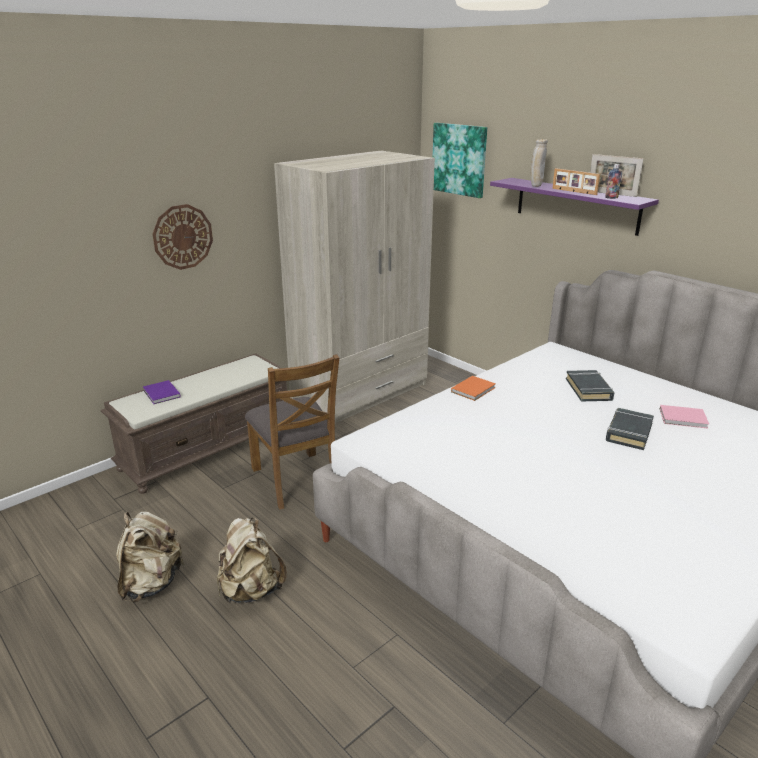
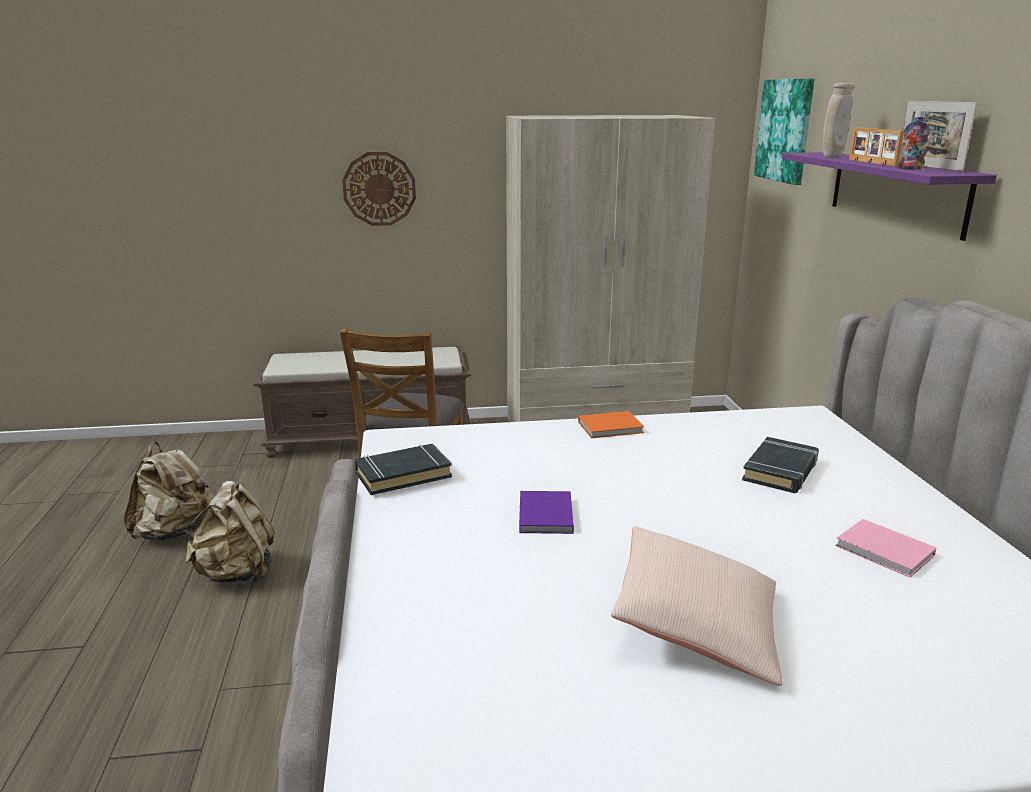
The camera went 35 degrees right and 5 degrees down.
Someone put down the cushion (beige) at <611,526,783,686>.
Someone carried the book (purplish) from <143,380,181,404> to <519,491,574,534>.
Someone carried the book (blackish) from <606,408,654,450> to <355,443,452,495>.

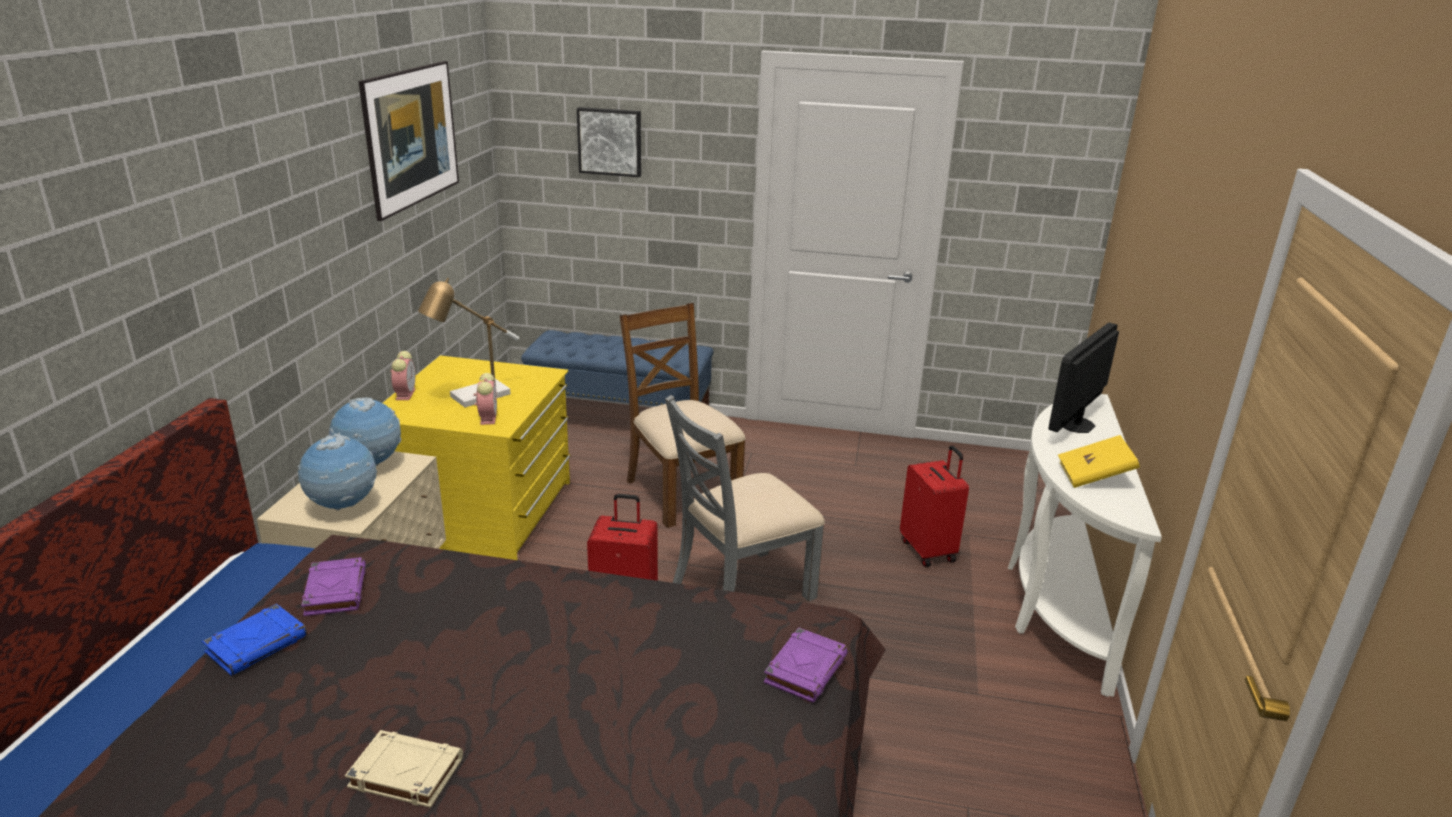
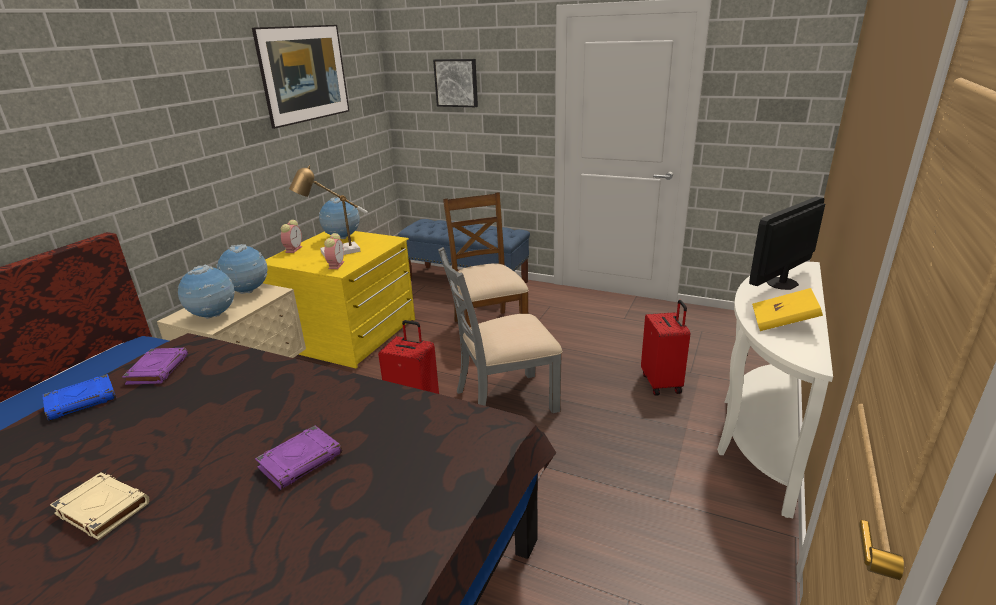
The camera went 15 degrees right and 0 degrees up.
Someone put down the desk globe at <319,197,360,239>.
Someone carried the book (purplish) from <764,627,848,702> to <255,426,342,489>.

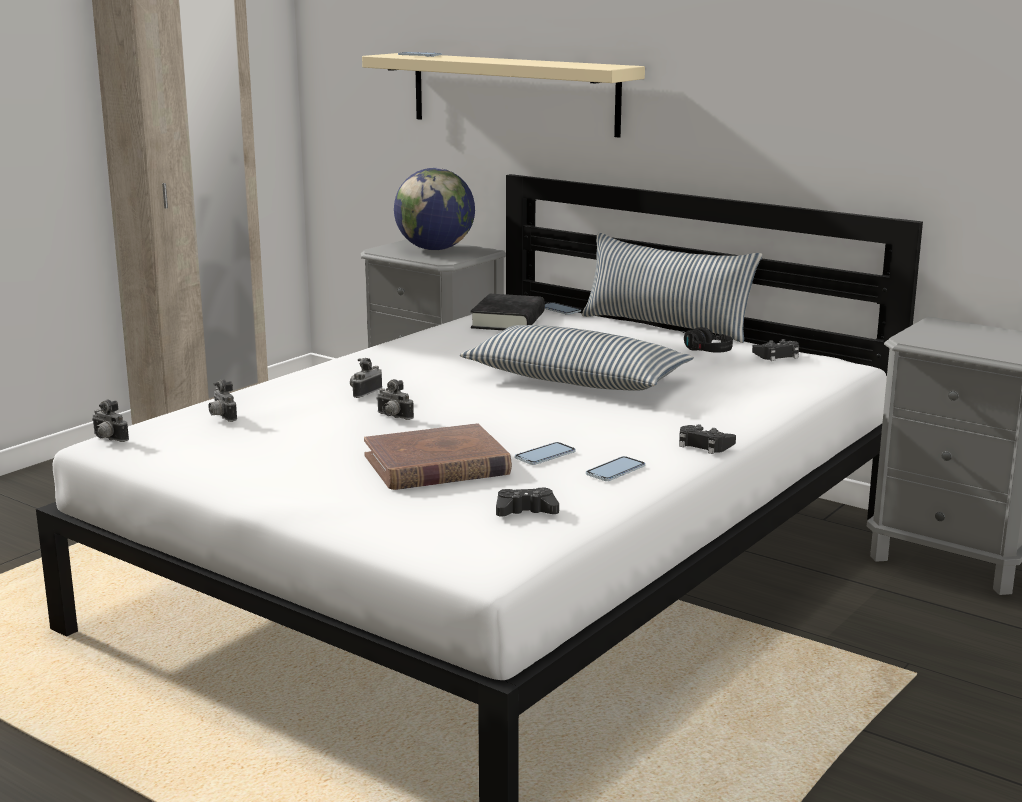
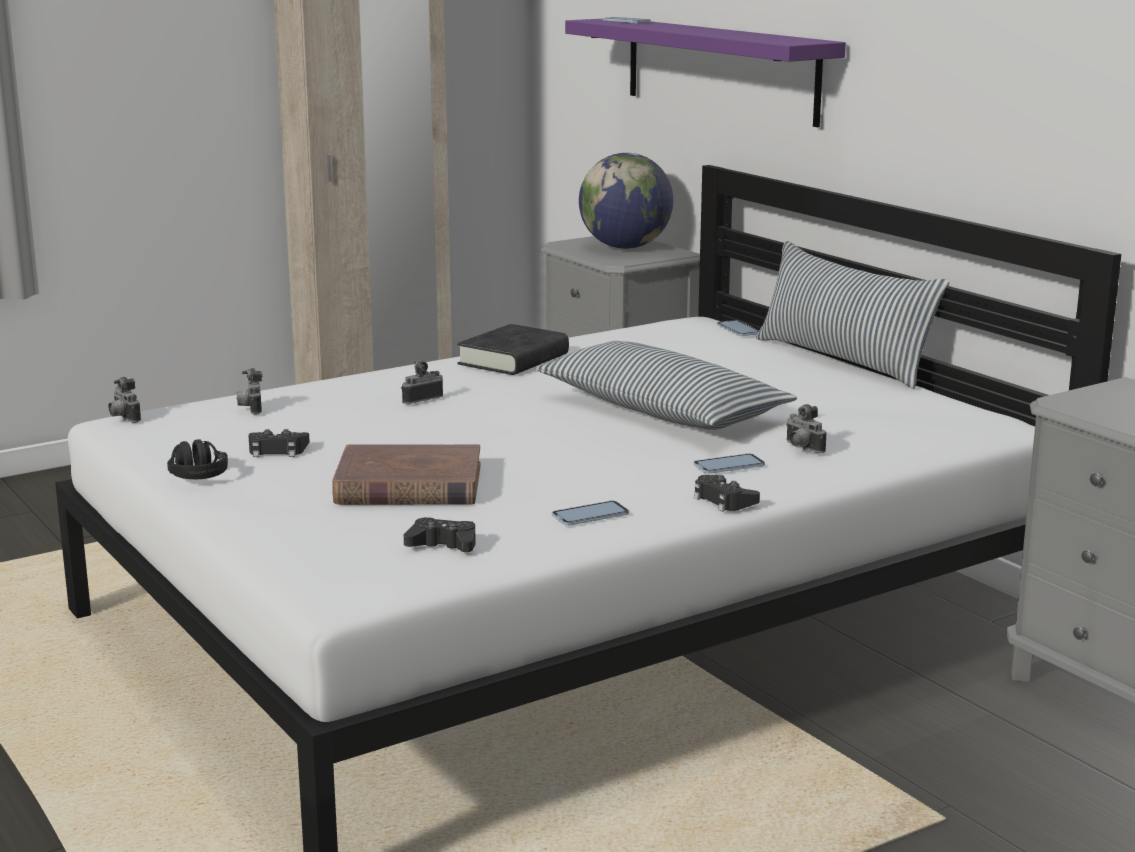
The camera went 20 degrees right and 0 degrees up.
Someone carried the still camera from <376,379,414,420> to <786,404,827,453>.
Someone carried the book (blackish) from <470,294,545,330> to <457,324,569,375>.
Someone carried the telephone from <515,442,575,465> to <693,454,765,474>.
Someone carried the pair of headphones (blackish) from <682,327,733,352> to <167,439,228,479>.
Someone carried the gamepad (blackish) from <752,339,799,361> to <249,429,310,457>.
Someone repainted the wall shelf (beige) at <362,53,645,137>, which became the wall shelf (purplish) at <565,19,846,127>.

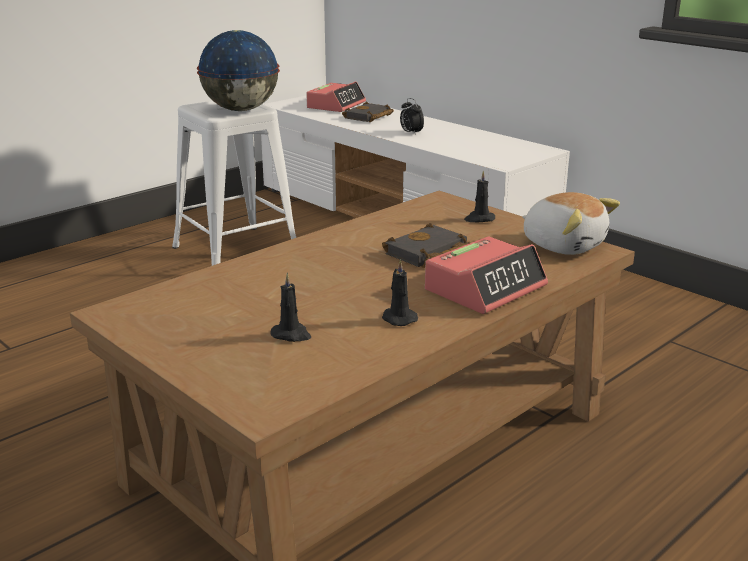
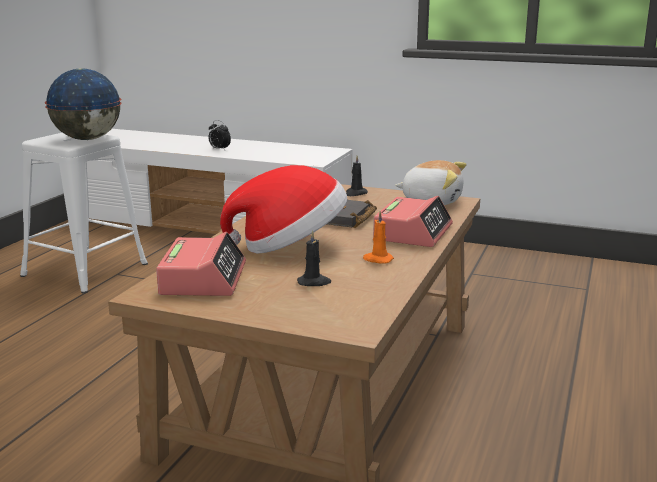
The camera went 25 degrees left and 5 degrees down.
Someone took away the book (blackish) at <342,101,394,122>.
Someone put down the clothing hat at <220,165,347,254>.
Someone carried the alarm clock from <306,81,366,112> to <156,232,246,296>.
Someone repainted the wax candle (blackish) at <382,259,418,326>, which became the wax candle (orange-coloured) at <363,211,394,264>.

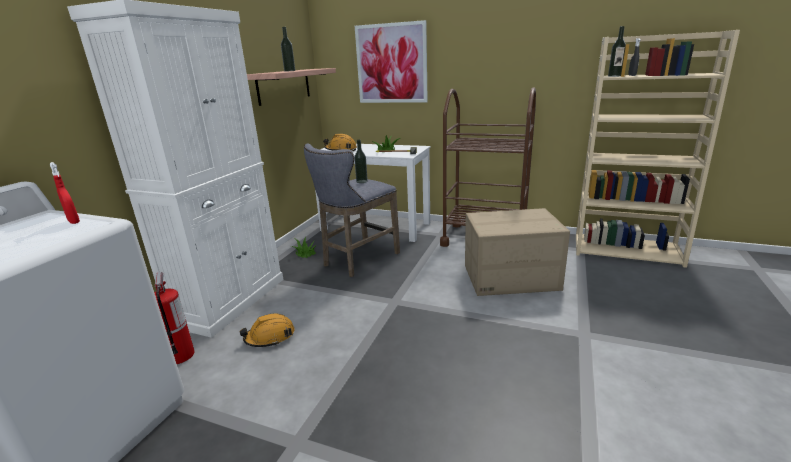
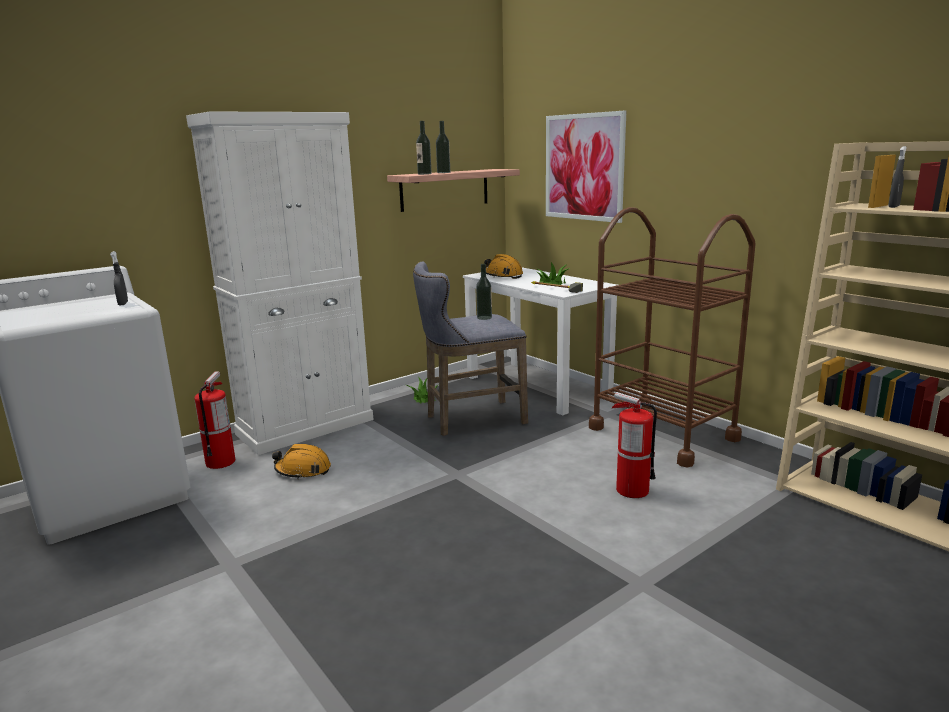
The camera went 30 degrees right and 5 degrees down.
Someone carried the drink bottle from <608,26,626,77> to <416,121,432,175>.
Someone swapped the packing box at <465,208,570,296> for the extinguisher at <611,392,657,498>.
Someone repainted the hand sprayer (reddish) at <50,162,80,224>, which became the hand sprayer (greyish) at <110,251,128,305>.

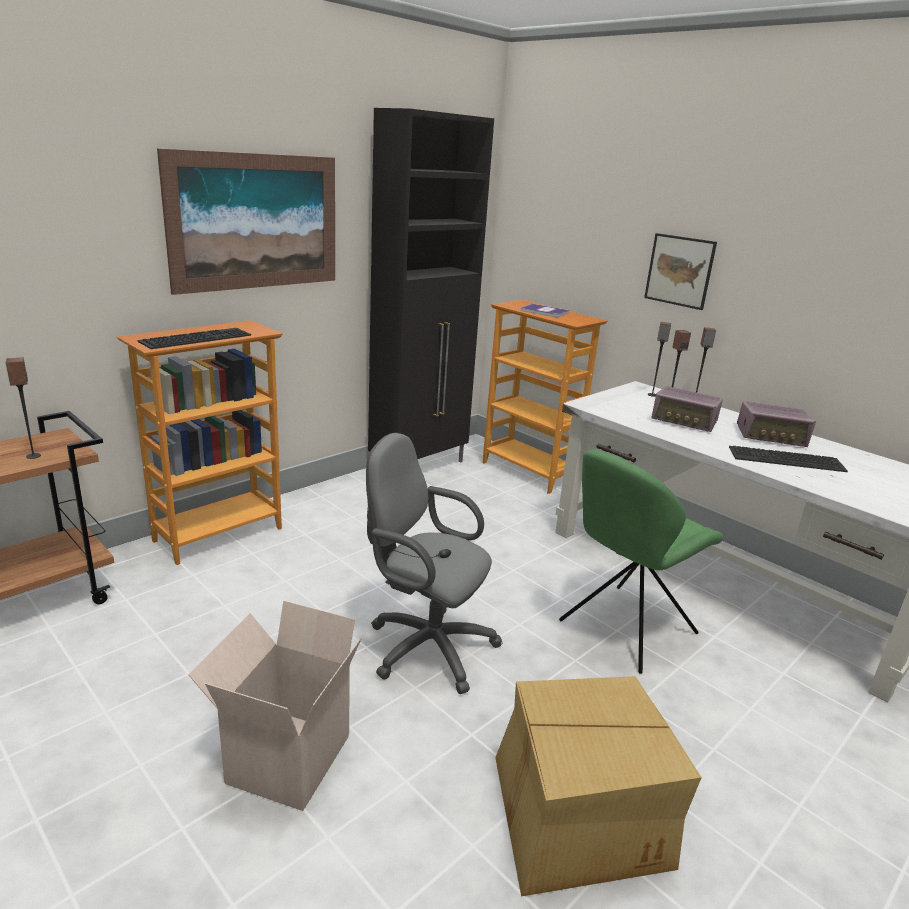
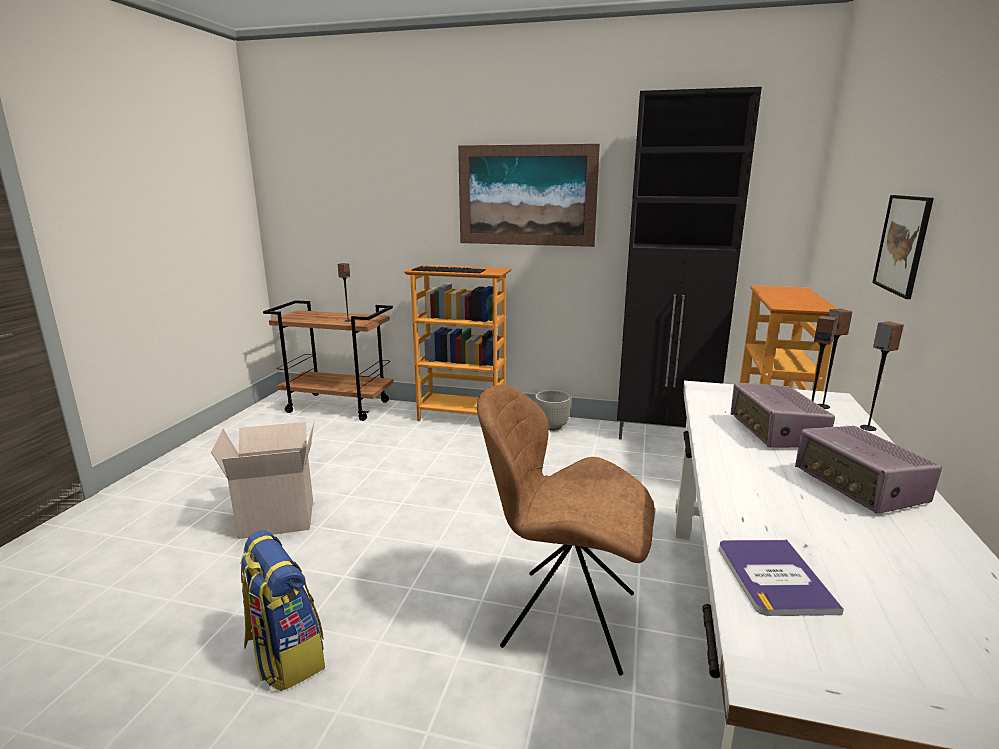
The camera went 60 degrees right and 5 degrees down.
Someone took away the computer chair (greyish) at <366,433,502,694>.
Someone took away the PC keyboard at <729,446,848,472>.
Someone put down the plant pot (greyish) at <535,390,571,431>.
Someone carried the book from <521,304,570,317> to <719,540,844,616>.
Someone swapped the packing box at <495,676,702,897> for the knapsack at <240,530,325,691>.
Someone repainted the chair (greenish) at <559,449,723,674>, which became the chair (brownish) at <477,384,655,676>.

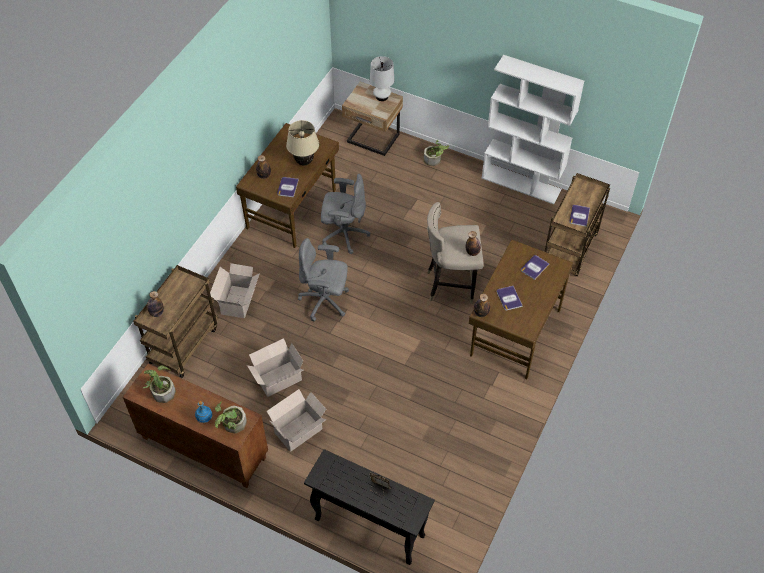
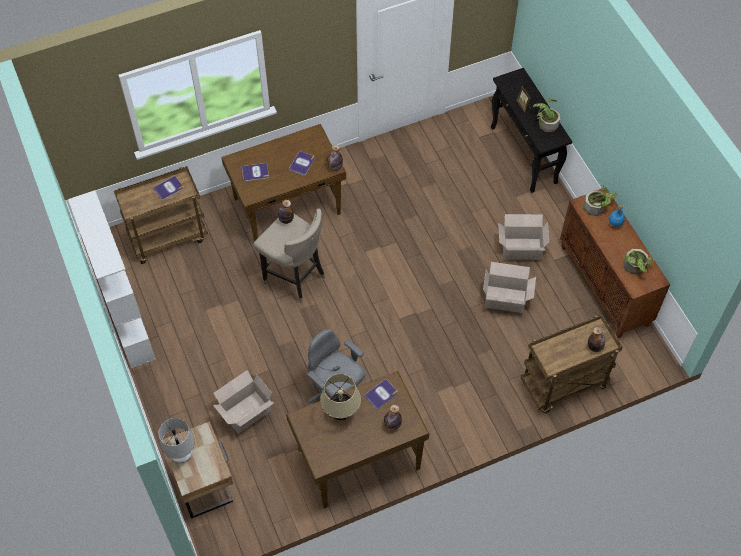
The camera went 140 degrees left and 5 degrees up.
Someone took away the computer chair (greyish) at <298,238,349,322>.
Someone carried the packing box from <210,263,260,318> to <213,370,274,434>.
Someone carried the potted plant from <424,140,449,166> to <533,98,560,132>.

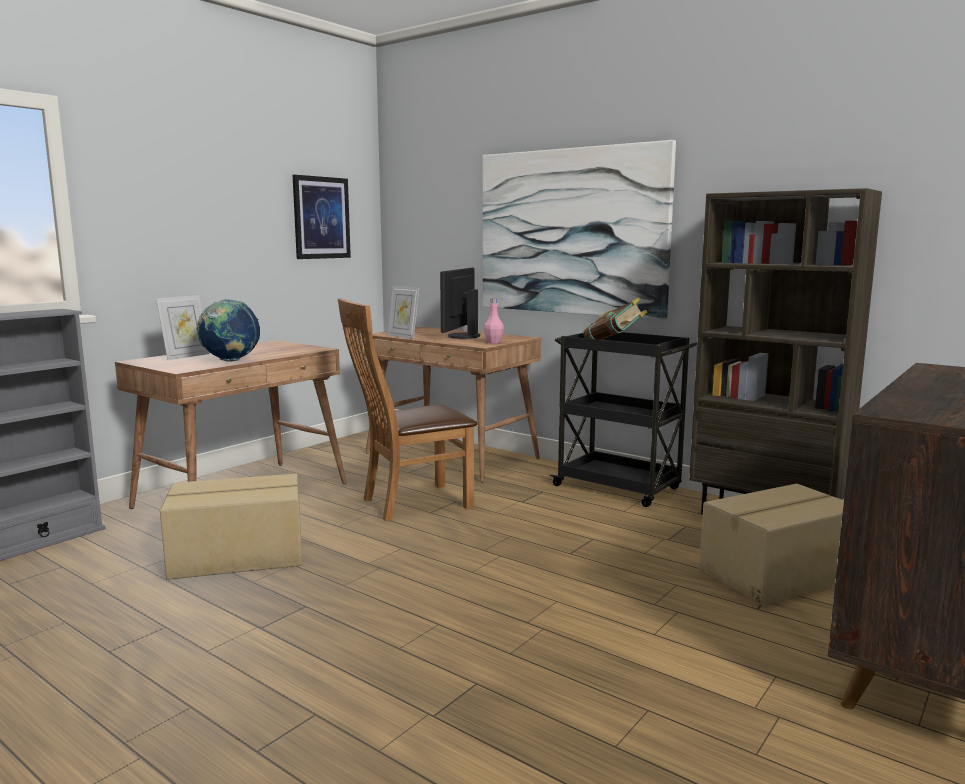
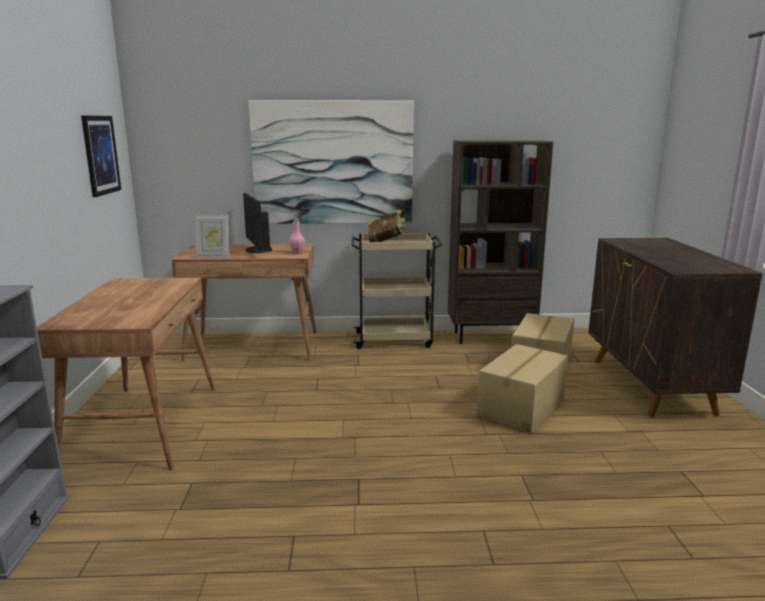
The camera went 40 degrees left and 5 degrees up.
Someone took away the picture frame at <156,295,210,360>.
Someone took away the desk globe at <196,299,260,362>.
Someone took away the chair (brownish) at <338,298,477,521>.
Someone carried the packing box from <160,474,302,580> to <477,344,568,433>.
Someone repainted the cart (blackish) at <550,332,697,507>, which became the cart (beige) at <352,233,442,349>.

